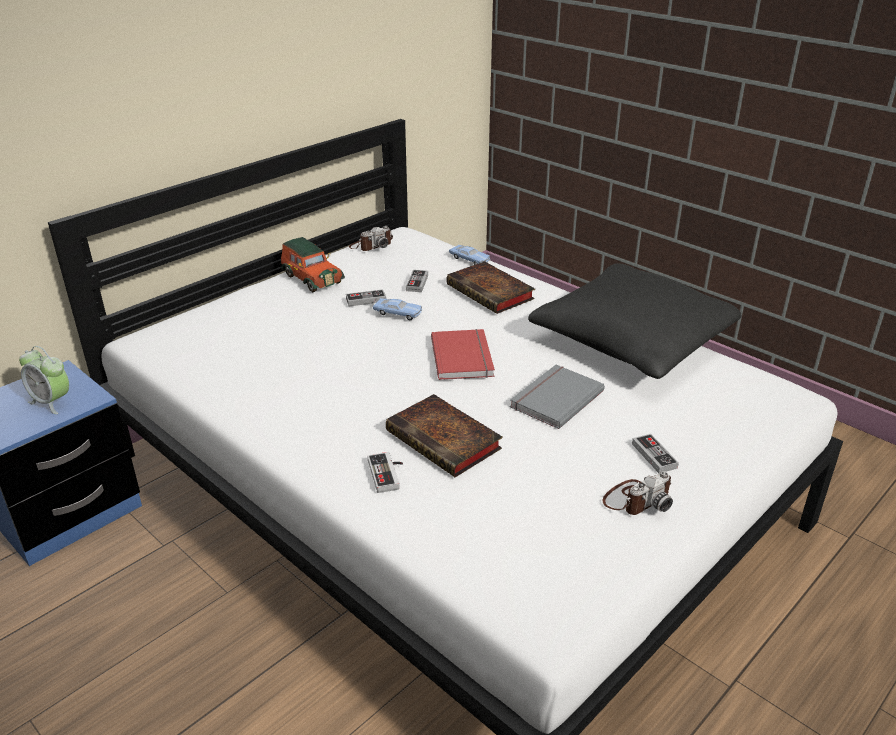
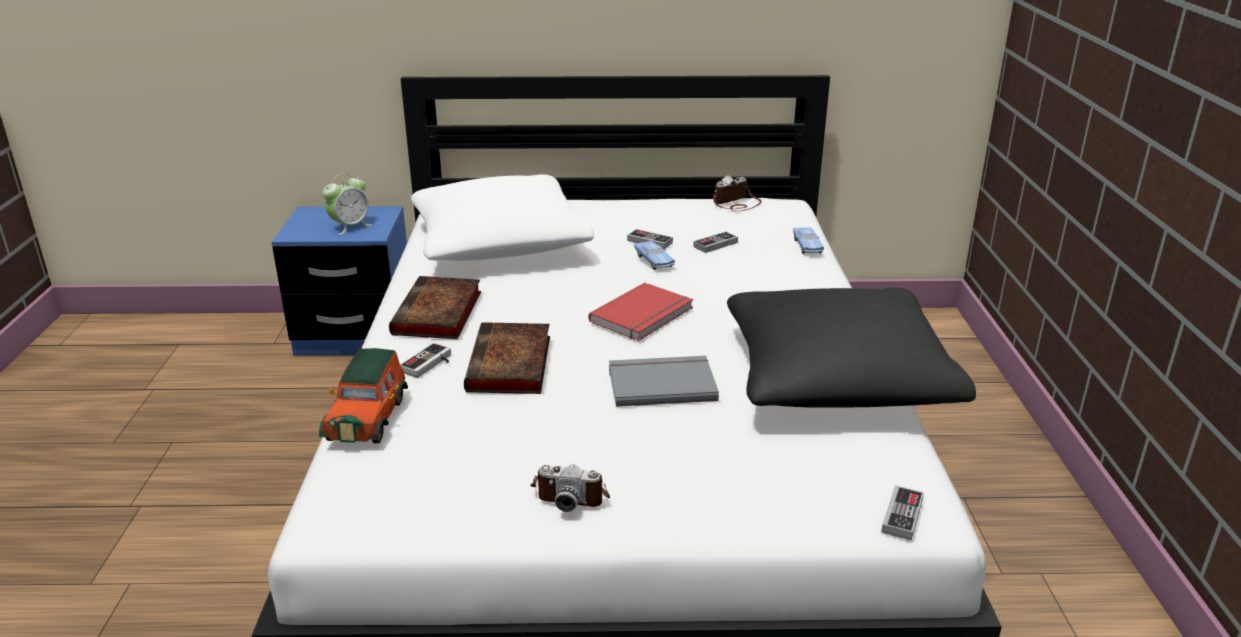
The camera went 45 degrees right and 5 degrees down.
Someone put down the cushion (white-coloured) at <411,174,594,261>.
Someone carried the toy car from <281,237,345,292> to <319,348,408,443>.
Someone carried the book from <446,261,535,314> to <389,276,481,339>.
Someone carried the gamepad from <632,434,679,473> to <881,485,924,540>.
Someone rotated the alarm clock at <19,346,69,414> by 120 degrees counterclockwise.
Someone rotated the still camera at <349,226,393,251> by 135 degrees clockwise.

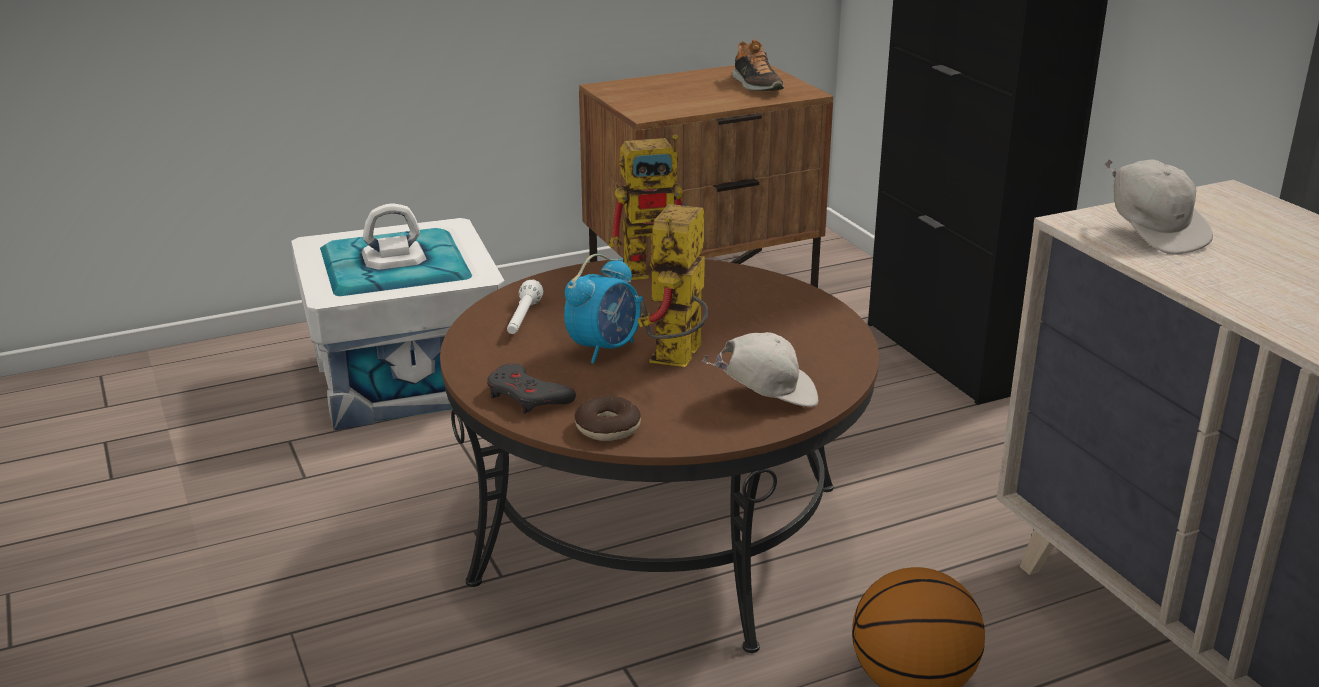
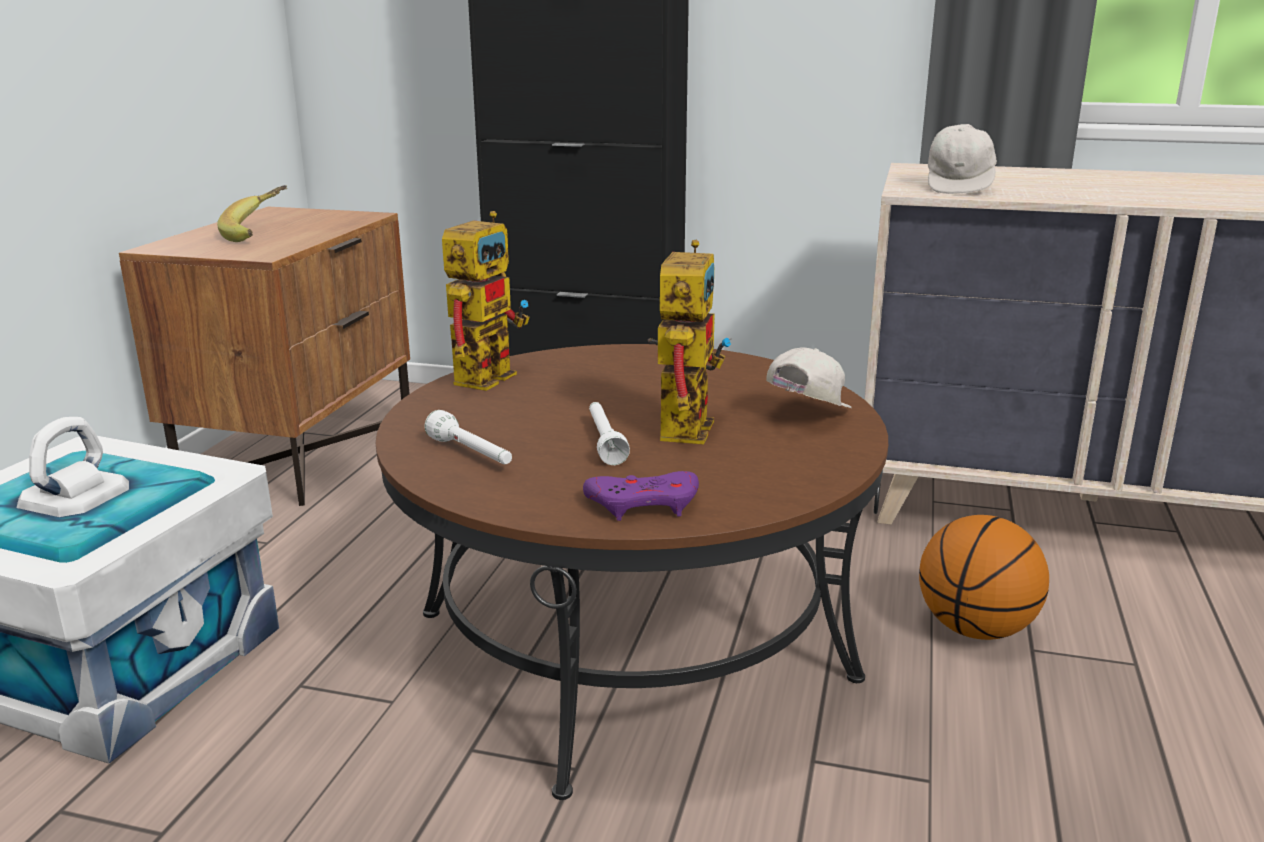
The camera went 50 degrees left and 5 degrees down.
Someone took away the ring doughnut at <575,396,641,441>.
Someone took away the low shoe at <732,39,784,91>.
Someone put down the whole banana at <217,185,287,242>.
Someone swapped the alarm clock at <564,254,641,364> for the flashlight (white-coloured) at <589,402,630,465>.
Someone repainted the gamepad (greyish) at <487,363,576,414>, which became the gamepad (purplish) at <583,471,699,521>.
Someone rotated the toy robot at <635,204,708,367> by 135 degrees counterclockwise.
Someone rotated the cap (white-coloured) at <1104,159,1213,255> by 90 degrees clockwise.

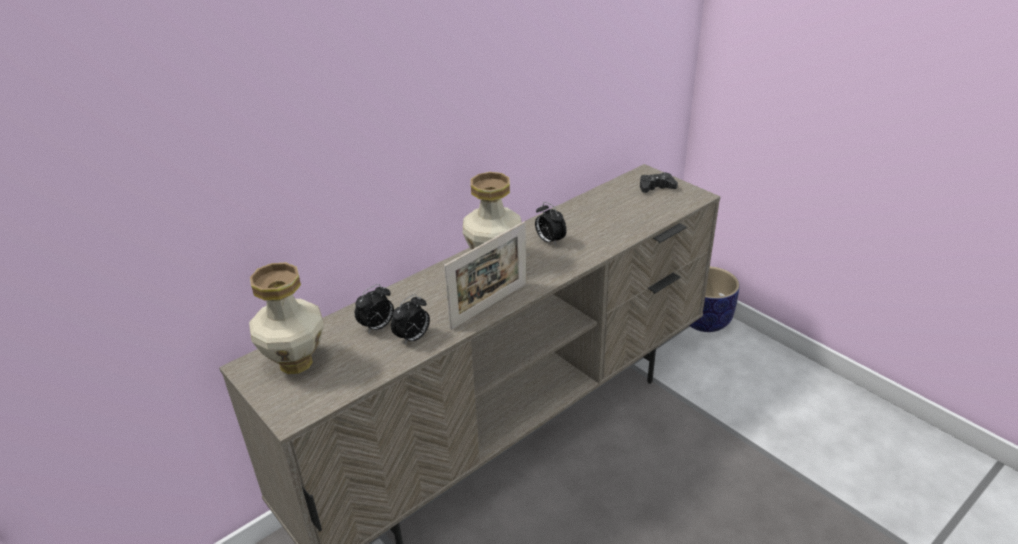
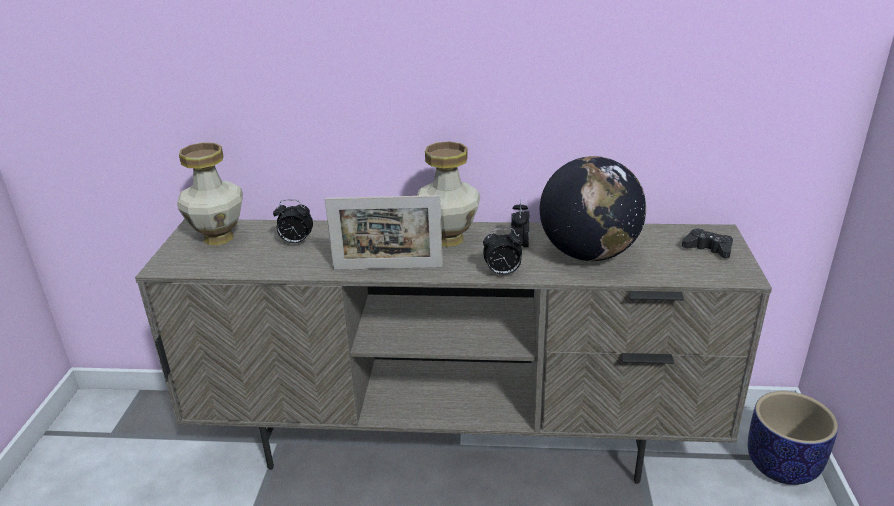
The camera went 45 degrees right and 5 degrees down.
Someone put down the desk globe at <540,156,646,261>.
Someone carried the alarm clock from <391,294,430,346> to <483,227,523,275>.

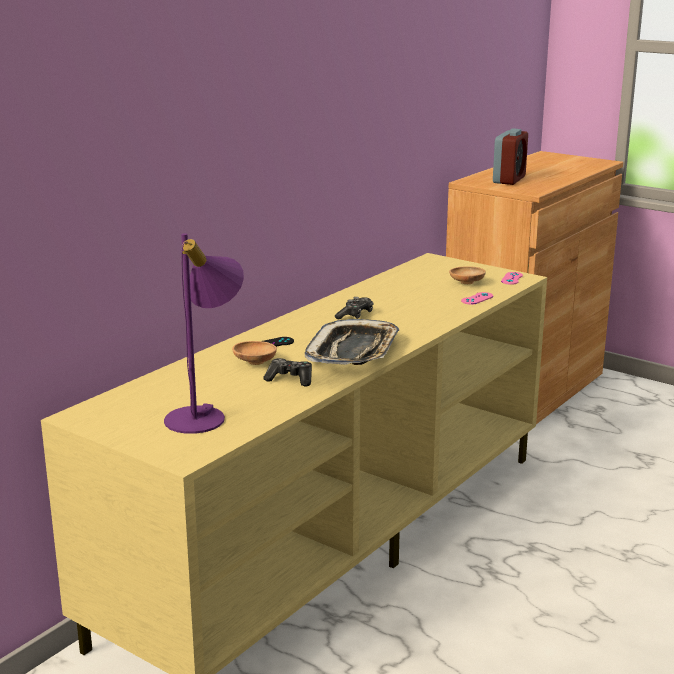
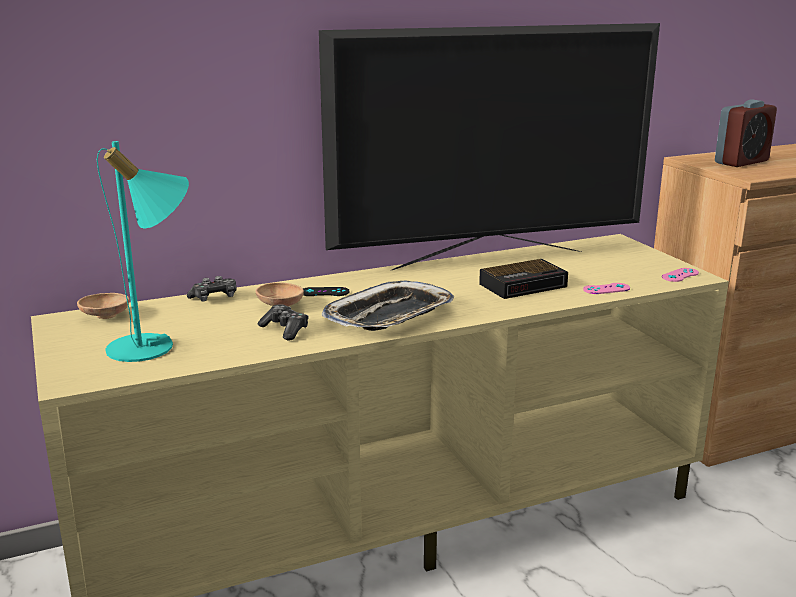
The camera went 30 degrees right and 0 degrees up.
Someone put down the television at <319,23,660,271>.
Someone put down the alarm clock at <479,259,568,299>.
Someone carried the gamepad from <335,297,374,320> to <187,276,237,301>.
Someone carried the bowl (brownish) from <449,266,486,284> to <77,293,129,319>.
Someone repainted the table lamp (purplish) at <164,233,244,434>, which became the table lamp (turquoise-coloured) at <97,141,189,362>.

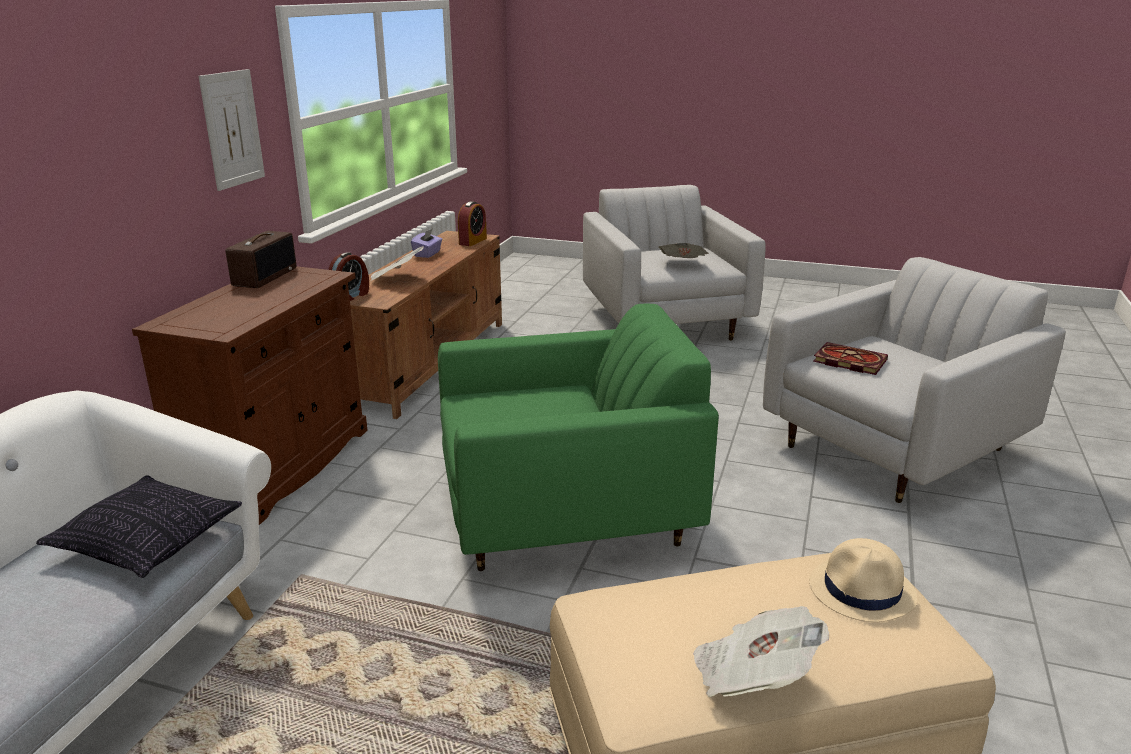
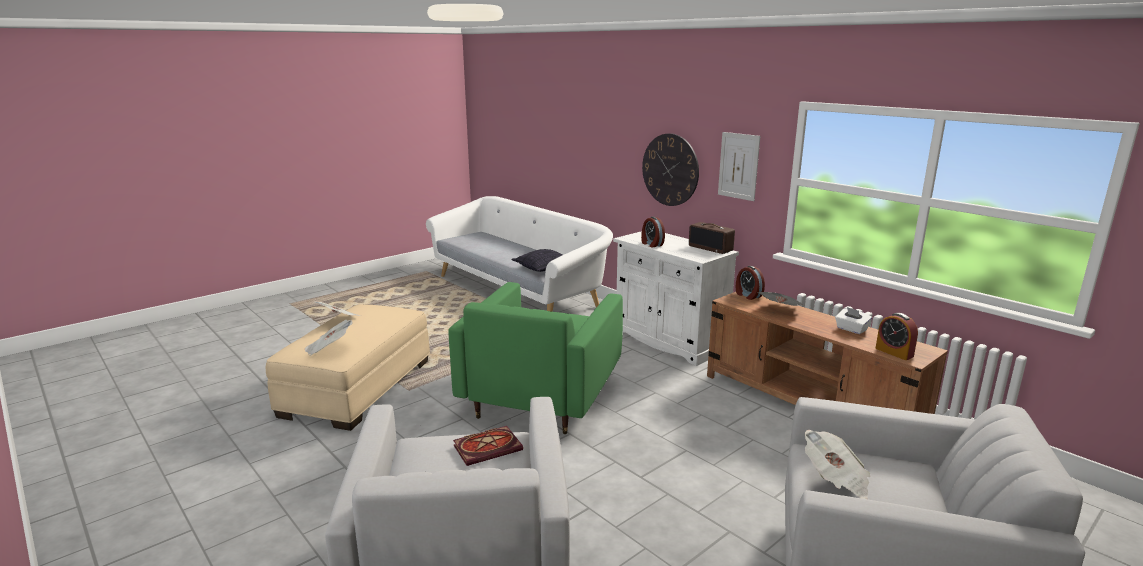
The camera went 120 degrees right and 5 degrees down.
Someone put down the alarm clock at <641,217,665,248>.
Someone put up the hanging clock at <642,133,699,206>.
Someone swapped the clothing hat (beige) at <809,538,917,622> for the newspaper at <305,320,353,356>.
Someone repainted the cupboard (brownish) at <132,266,368,525>, which became the cupboard (white-coloured) at <613,231,739,366>.
Someone repainted the tissue box (purplish) at <411,228,442,258>, which became the tissue box (white-coloured) at <835,307,872,334>.

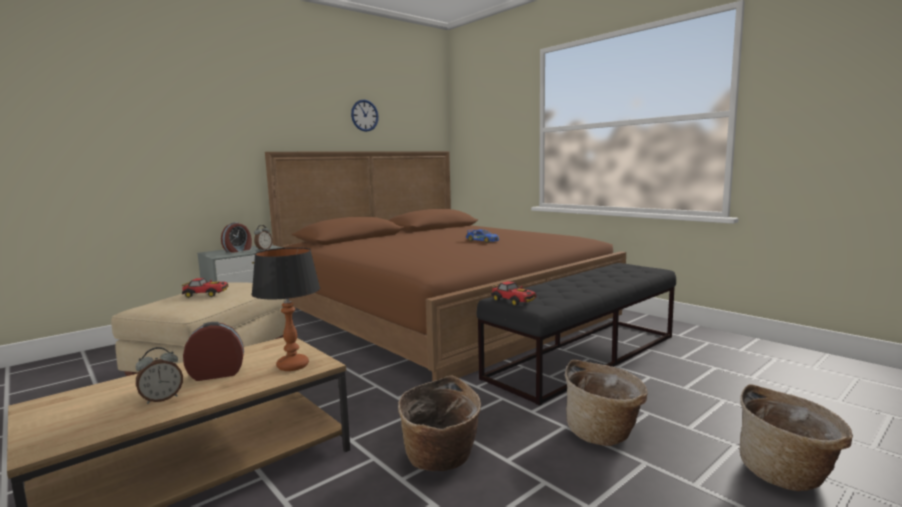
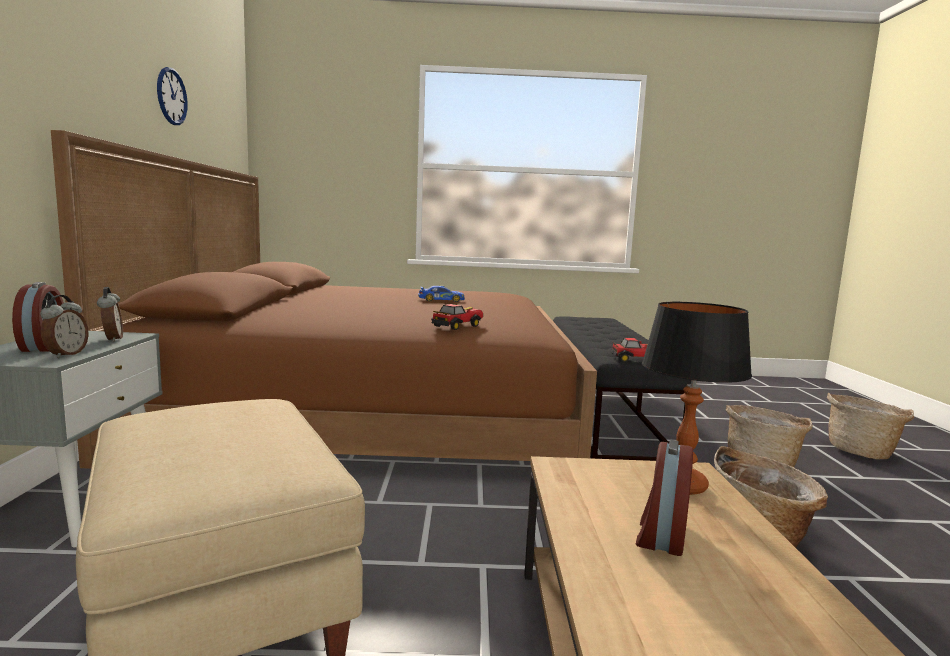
The camera went 50 degrees left and 0 degrees up.
Someone carried the alarm clock from <135,347,183,404> to <40,295,89,358>.
Someone carried the toy car from <182,278,228,298> to <431,304,483,330>.

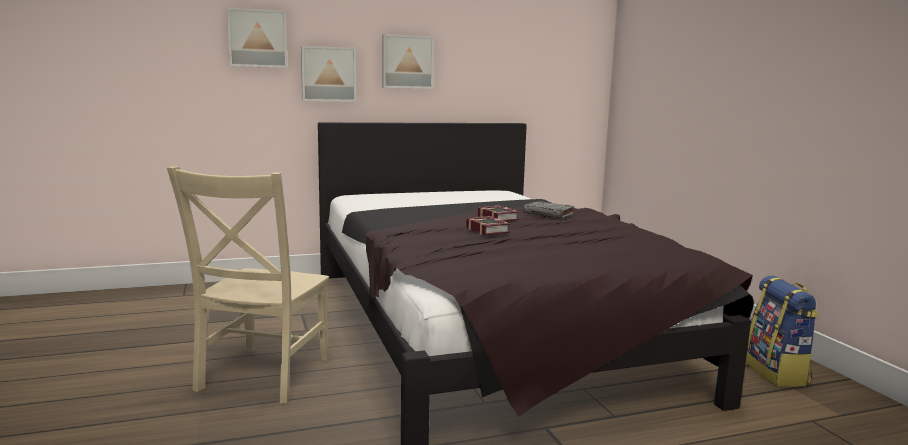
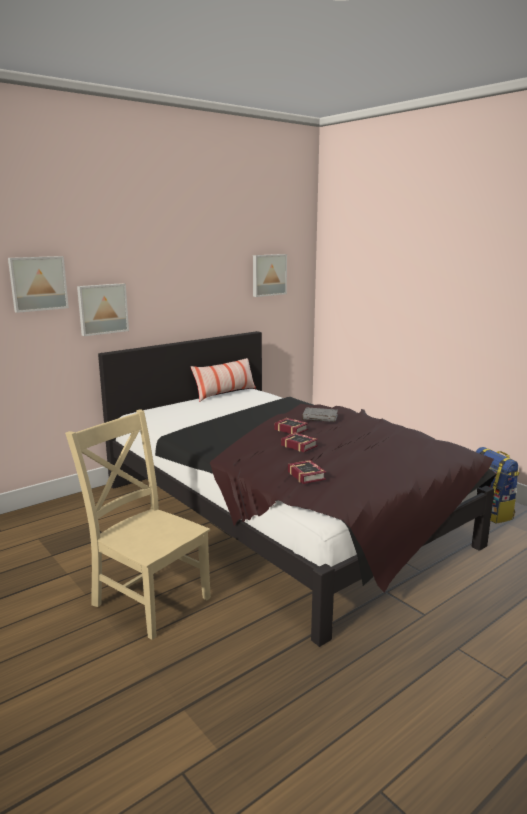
The camera went 20 degrees left and 5 degrees up.
Someone put down the cushion at <191,358,256,402>.
Someone put down the book at <288,460,326,484>.
Someone carried the wall art from <382,34,434,89> to <253,254,287,297>.
Someone rotated the chair (beige) at <167,166,329,404> by 135 degrees clockwise.

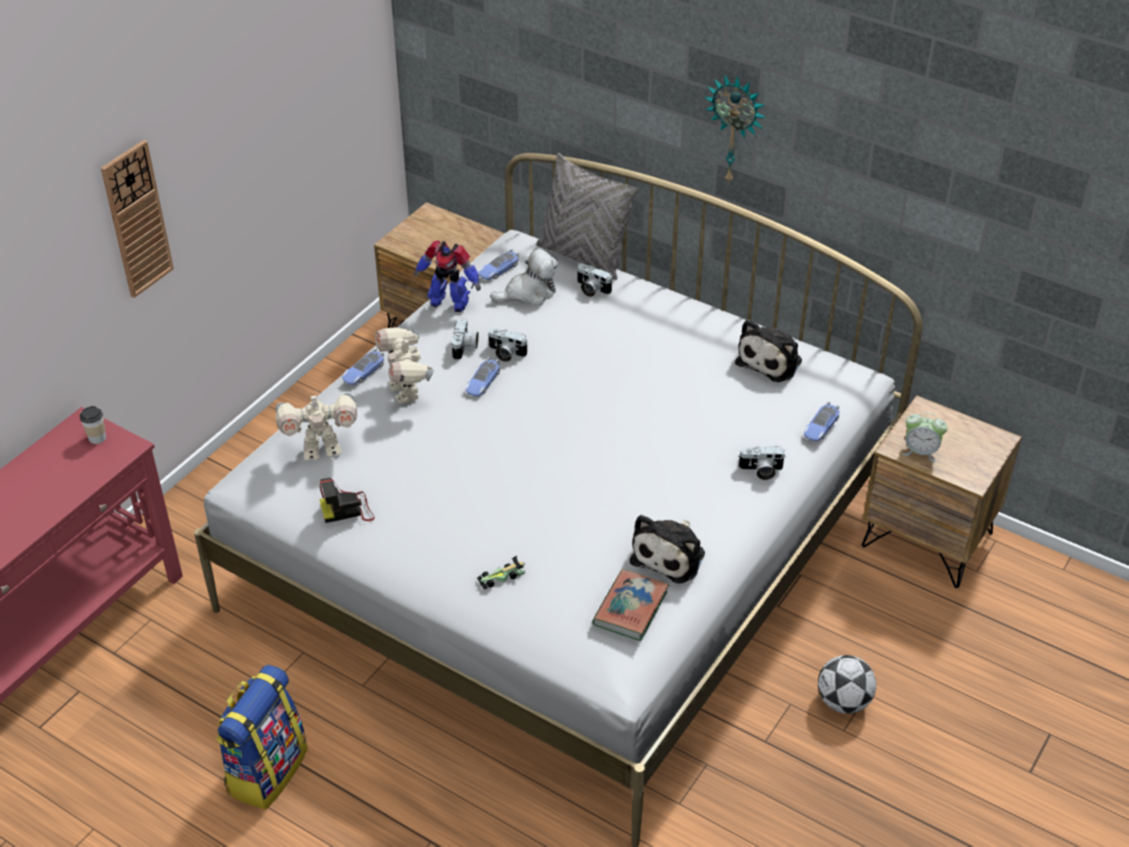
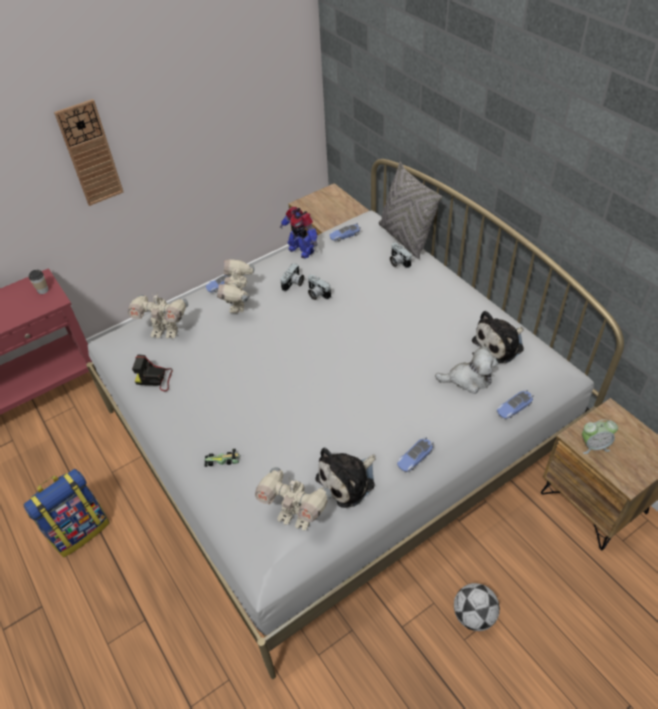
The camera went 25 degrees right and 5 degrees up.
Someone took away the hanging clock at <704,74,766,184>.
Someone took away the still camera at <738,446,786,480>.
Someone carried the toy car from <465,356,500,396> to <397,436,433,472>.
Someone carried the soft toy from <490,248,558,306> to <435,347,498,394>.
Someone swapped the book at <592,569,669,641> for the toy robot at <255,467,331,531>.
Someone rotated the alarm clock at <902,412,948,462> by 45 degrees counterclockwise.

